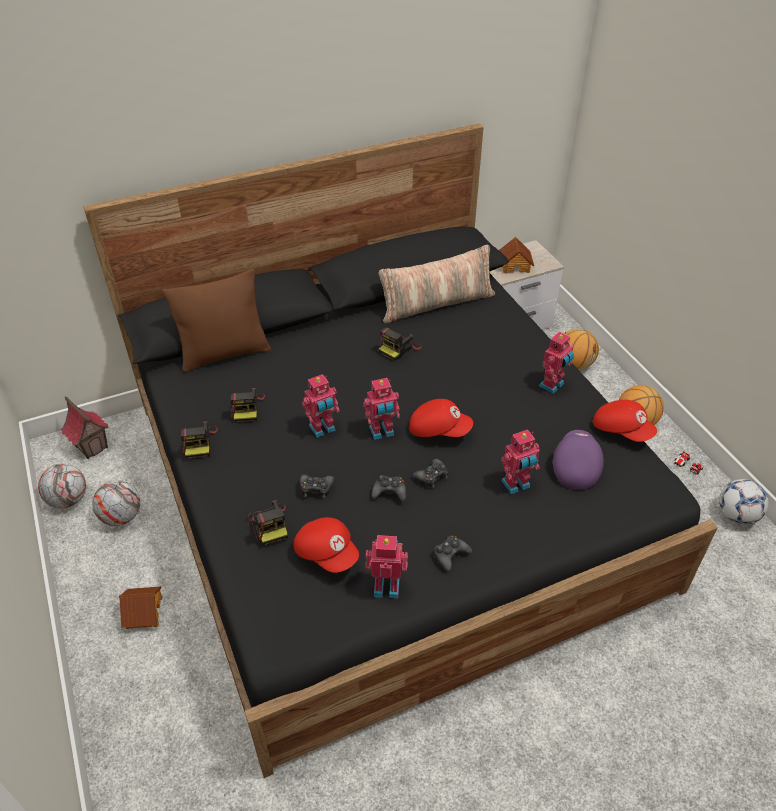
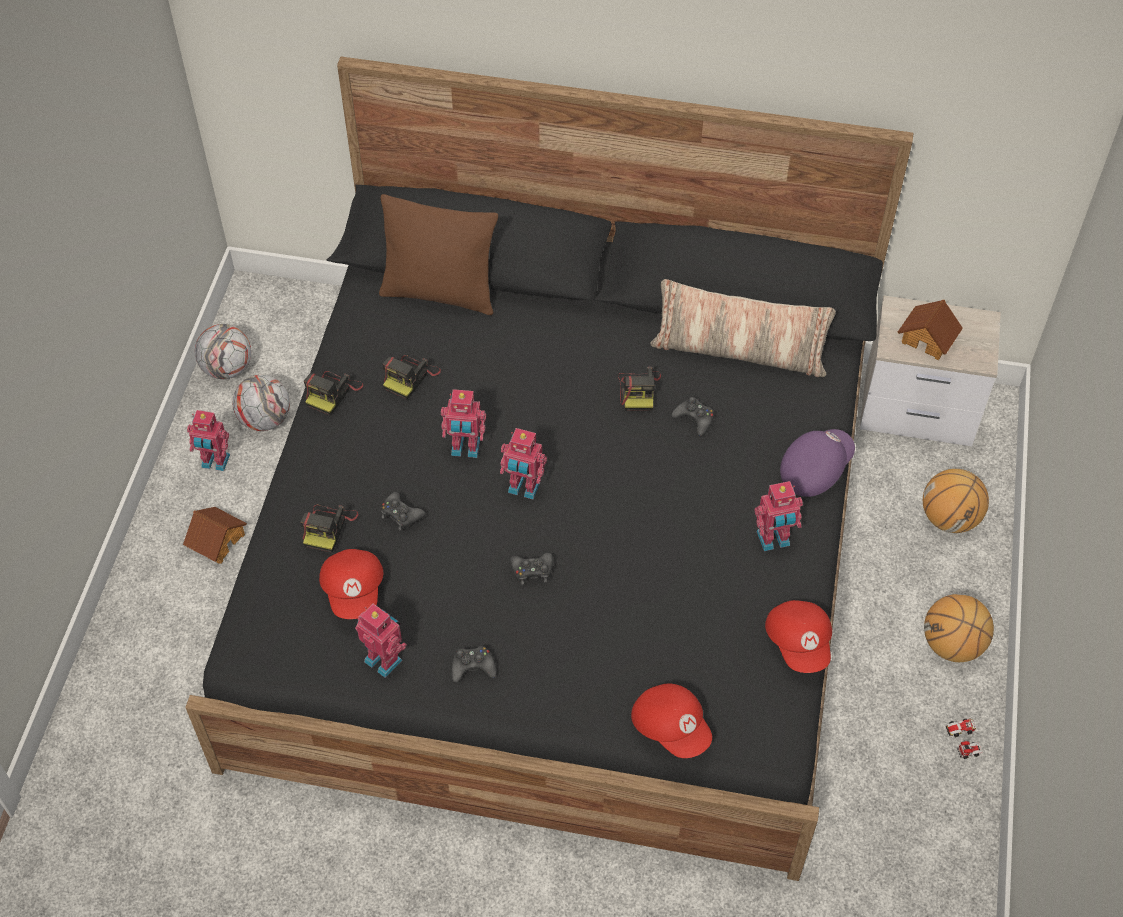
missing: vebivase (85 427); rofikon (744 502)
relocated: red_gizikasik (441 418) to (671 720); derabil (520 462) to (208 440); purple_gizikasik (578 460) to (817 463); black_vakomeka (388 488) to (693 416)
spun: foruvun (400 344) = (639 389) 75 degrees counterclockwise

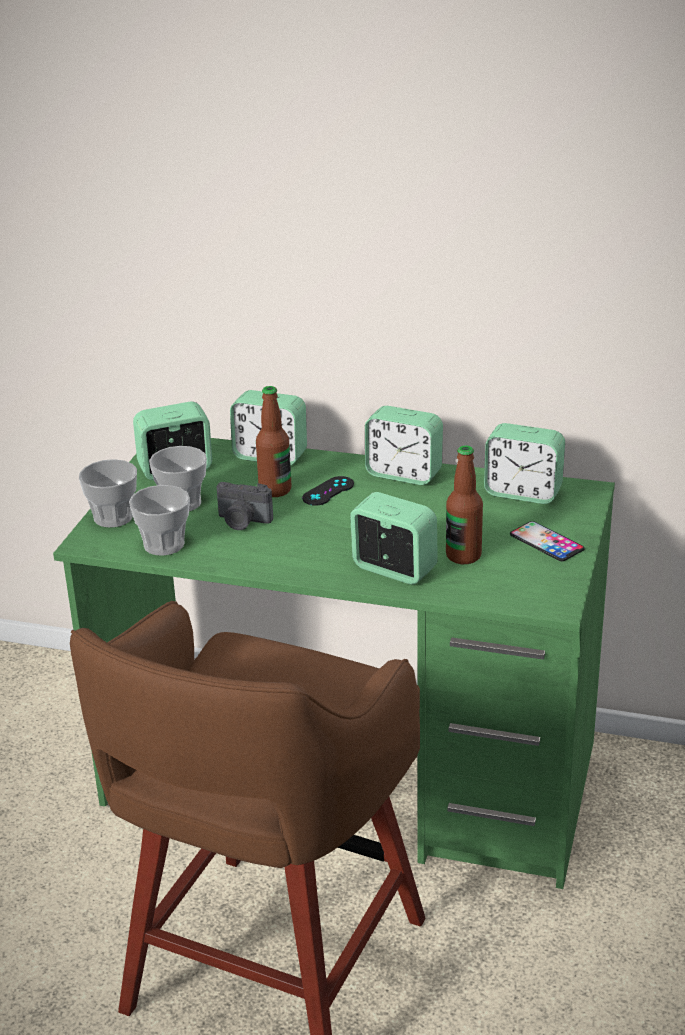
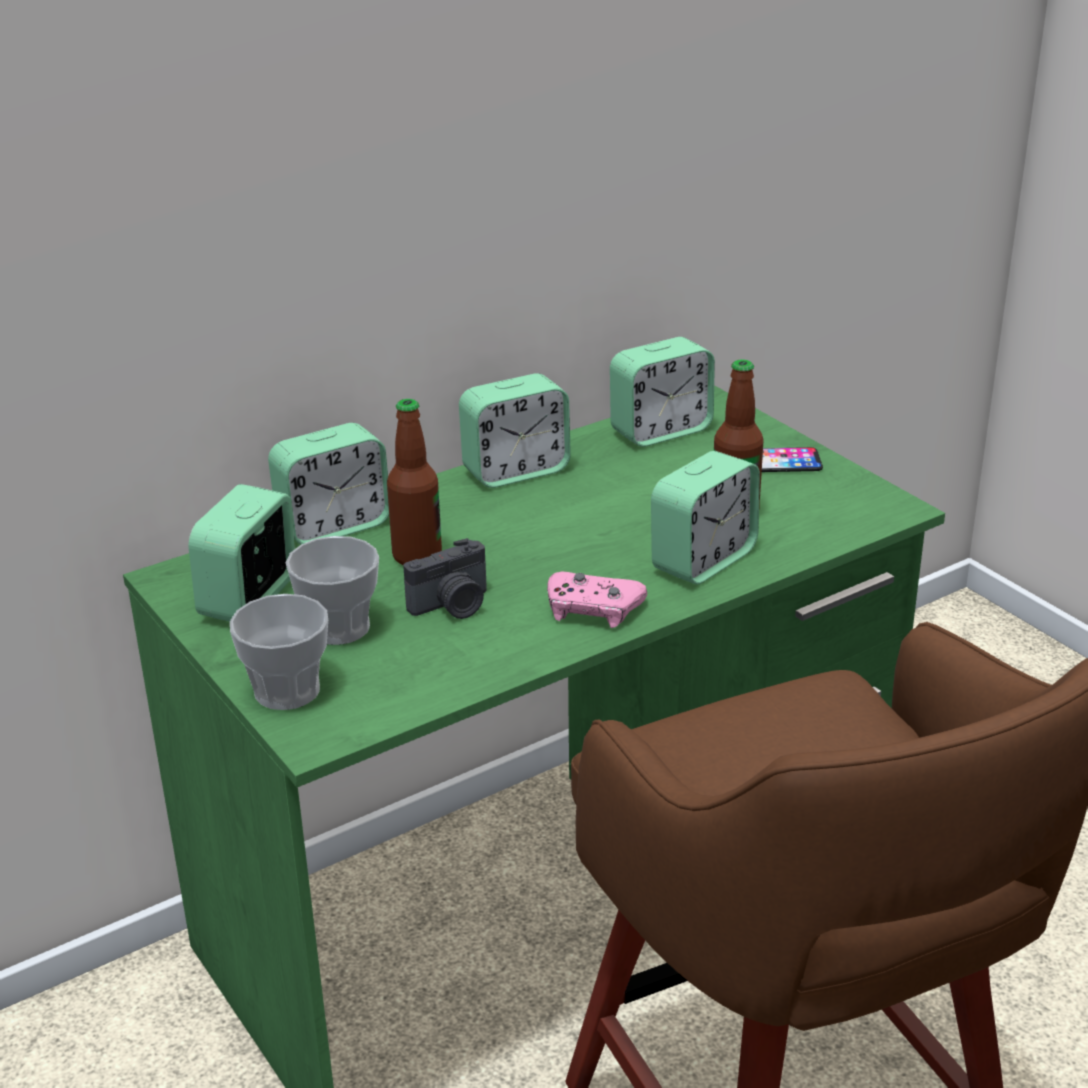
missing: black_vakomeka (328 491); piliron (159 520)
appeared: pink_vakomeka (597 599)
spun: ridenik (394 538) = (705 518) 150 degrees clockwise

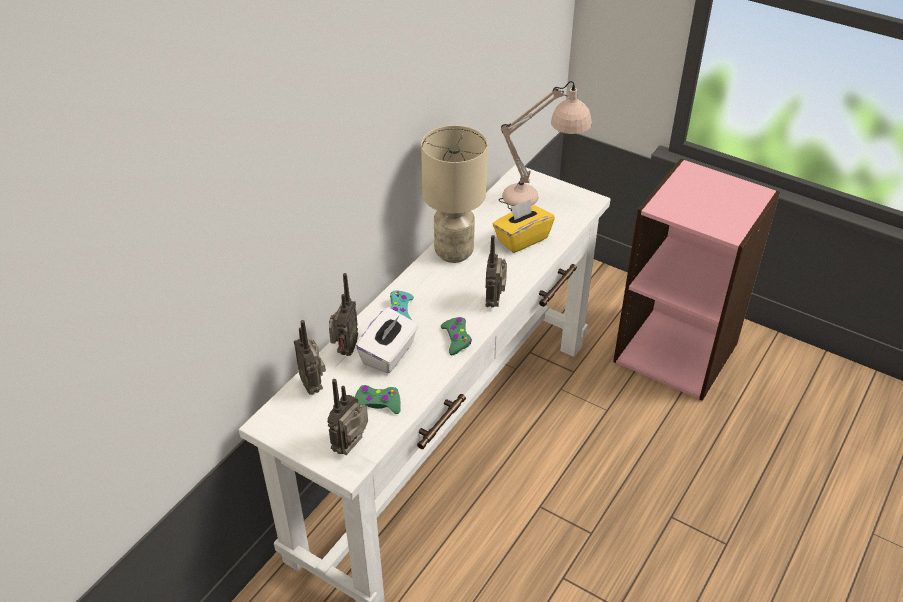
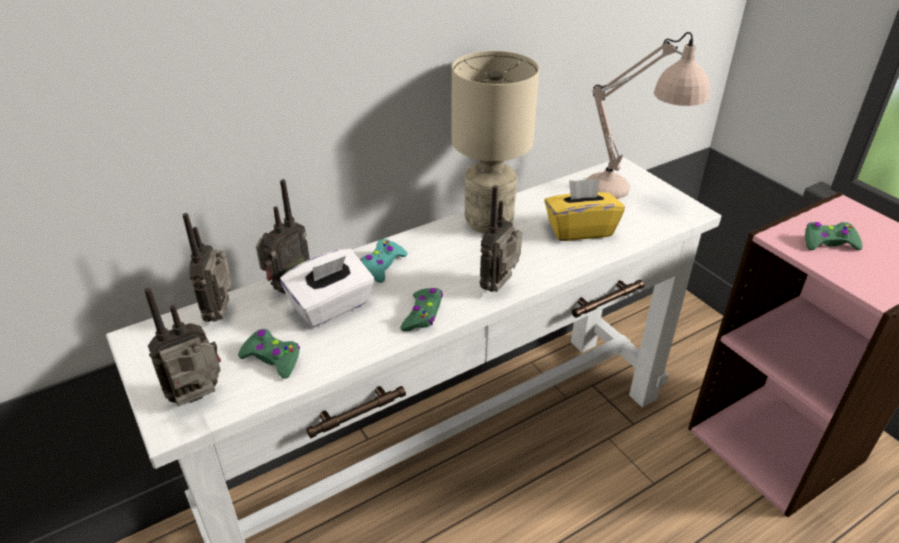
appeared: green_vakomeka (834 236)

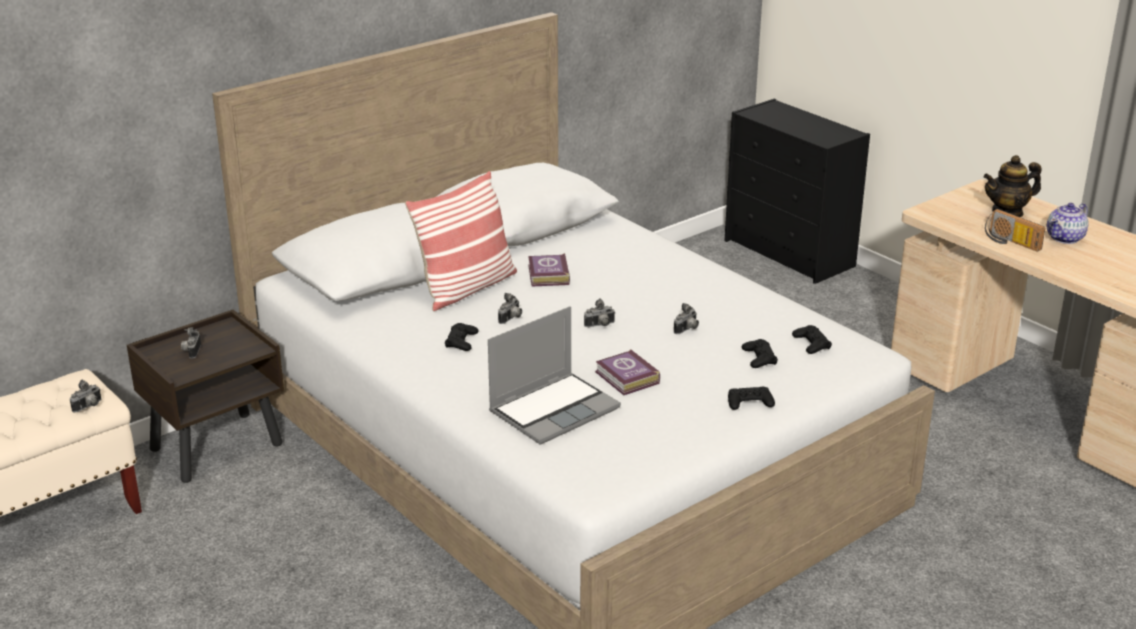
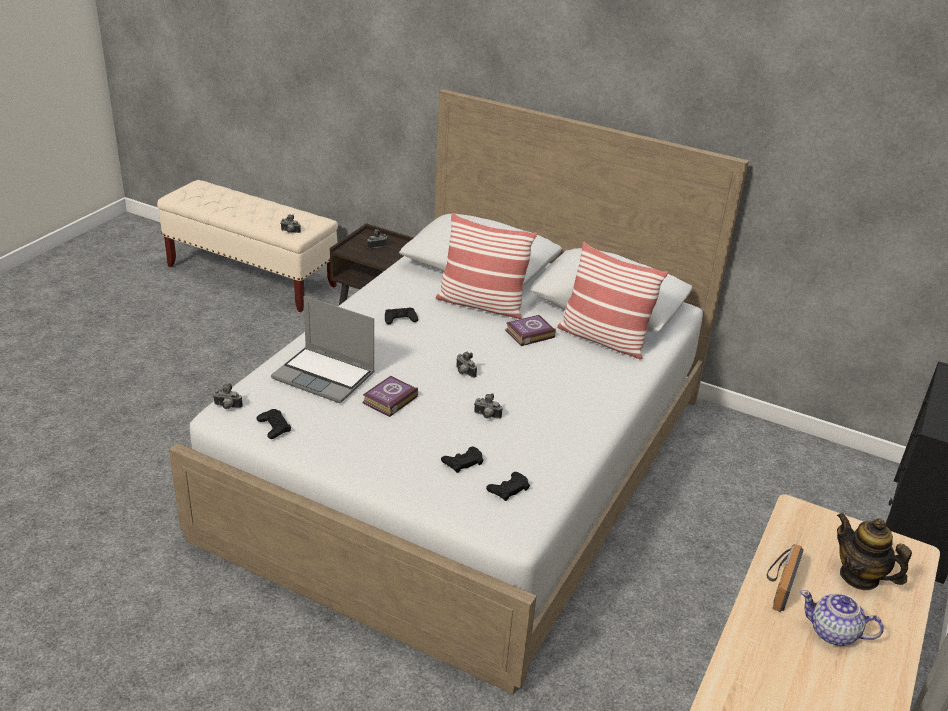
appeared: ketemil (612 301)
relocated: foruvun (510 308) to (228 396); black_vakomeka (751 398) to (273 424)

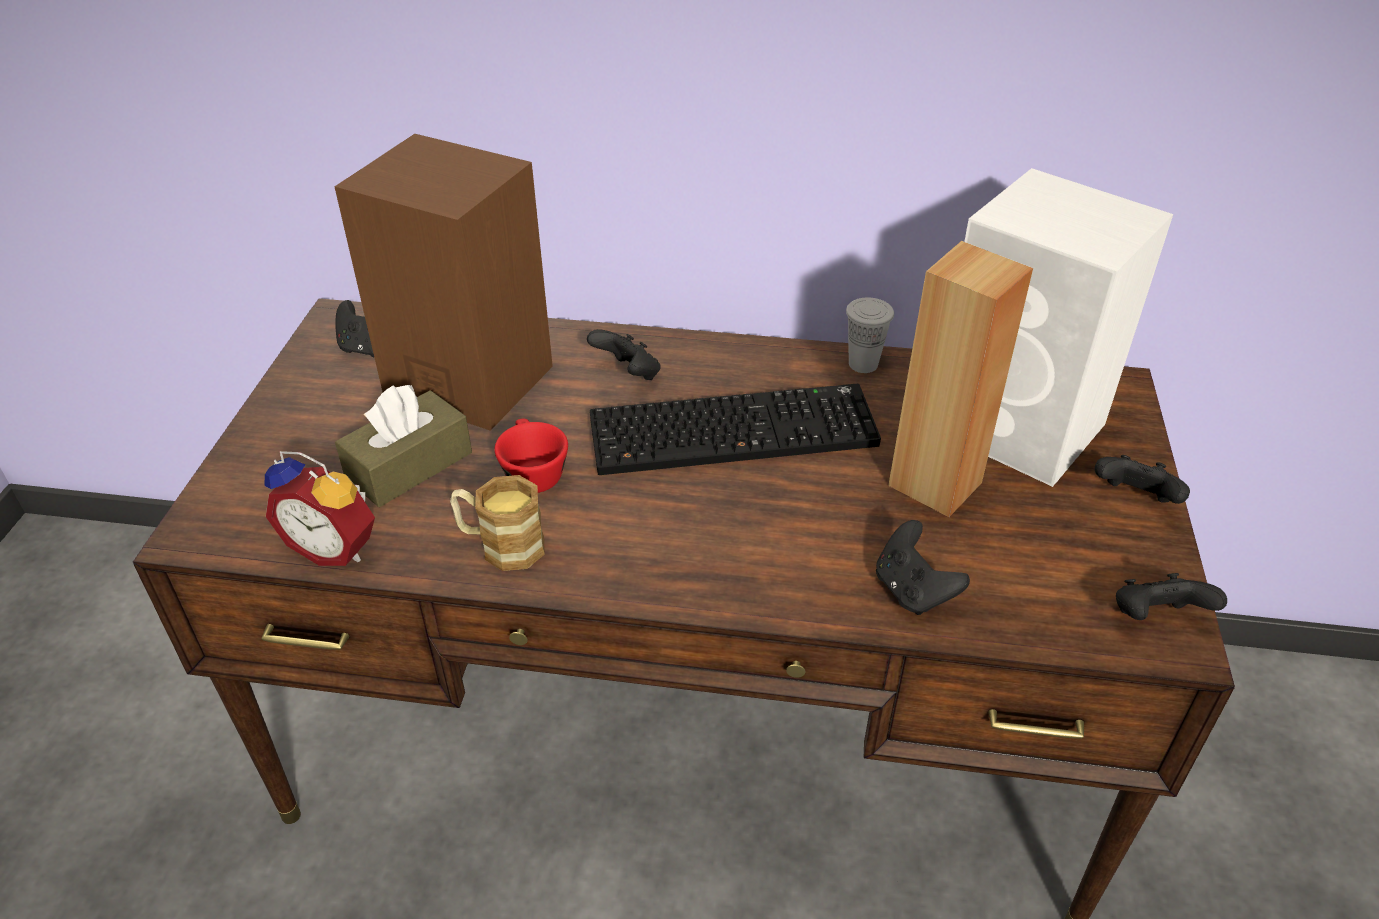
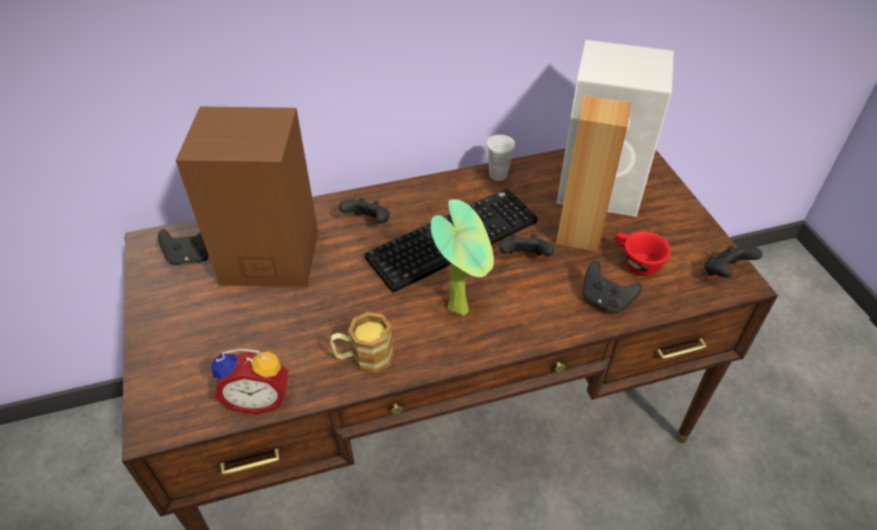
missing: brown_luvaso (403 446)
appeared: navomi (462 258)
relocated: red_piliron (531 456) to (643 253); black_vakomeka (1142 479) to (527 246)

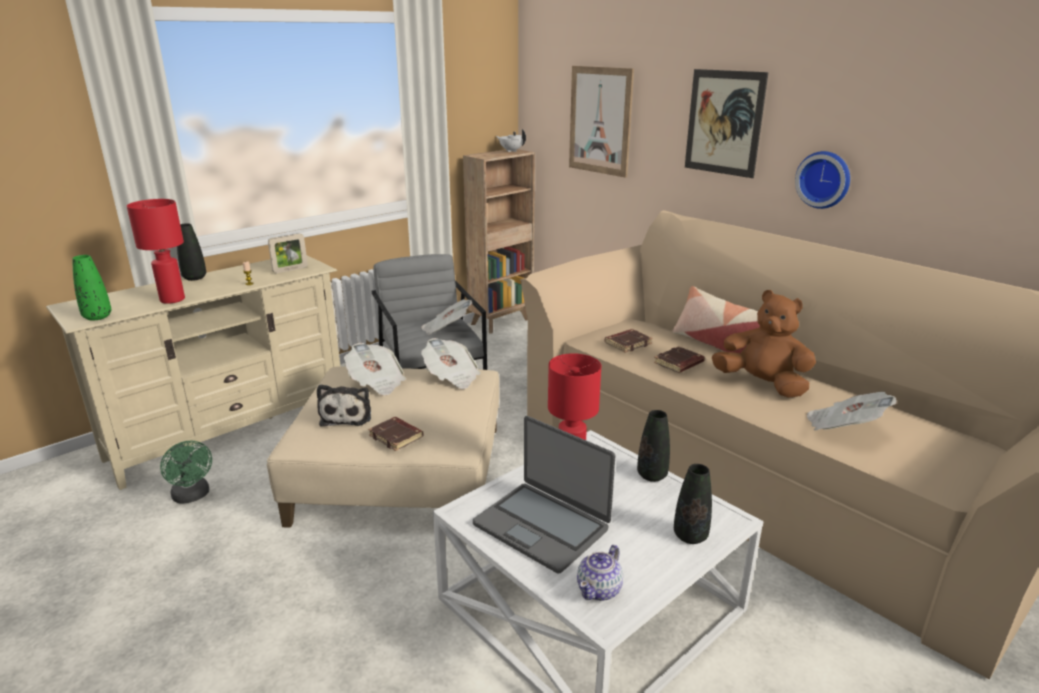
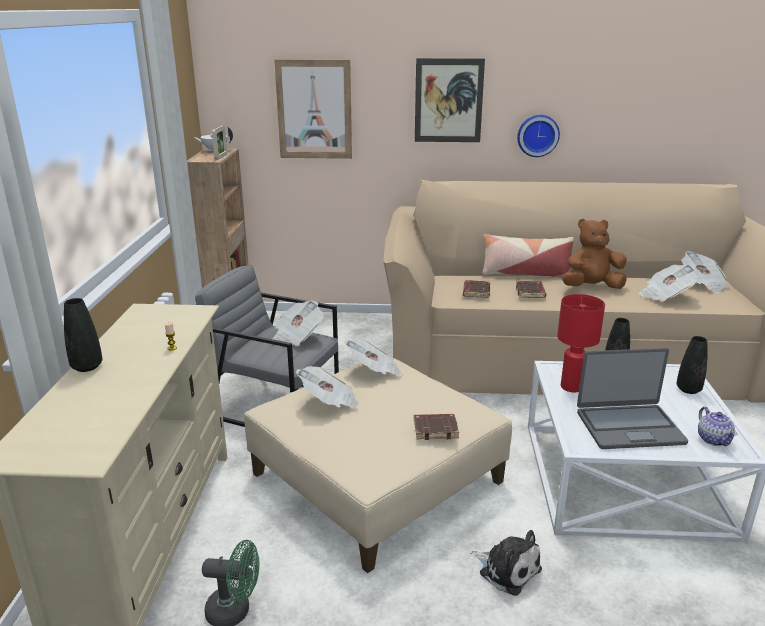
missing: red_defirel (156 251); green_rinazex (92 288)
appeared: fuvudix (705 272)
relocated: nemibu (288 253) to (219 143); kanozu (344 405) to (506 563)

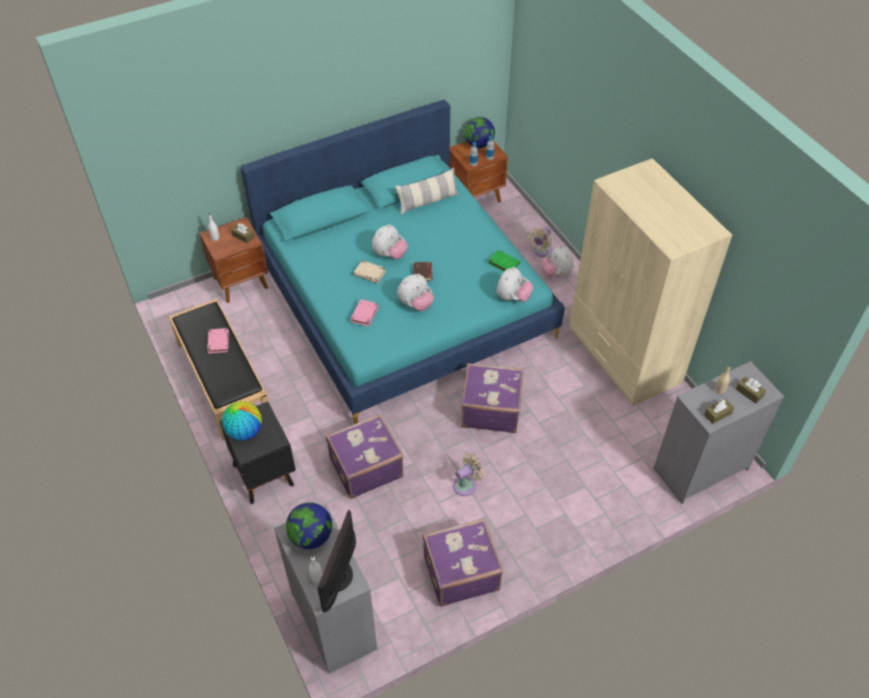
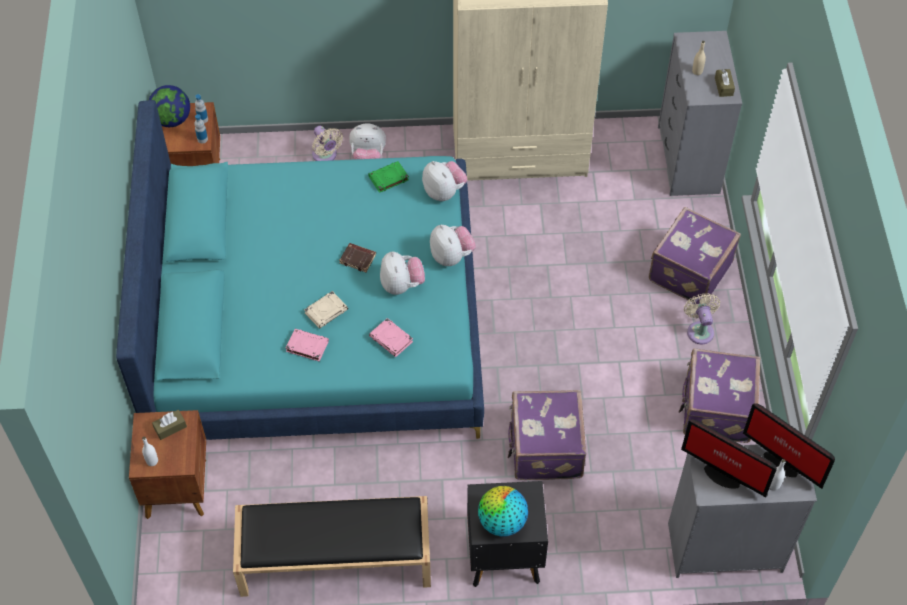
missing: ketemil (427 190); brown_luvaso (751 390)
relocated: kanozu (390 241) to (453 245); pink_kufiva (218 341) to (307 345); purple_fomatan (492 398) to (695 254); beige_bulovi (469 474) to (702 319)
exchanged: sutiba (309 525) to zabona (729 458)

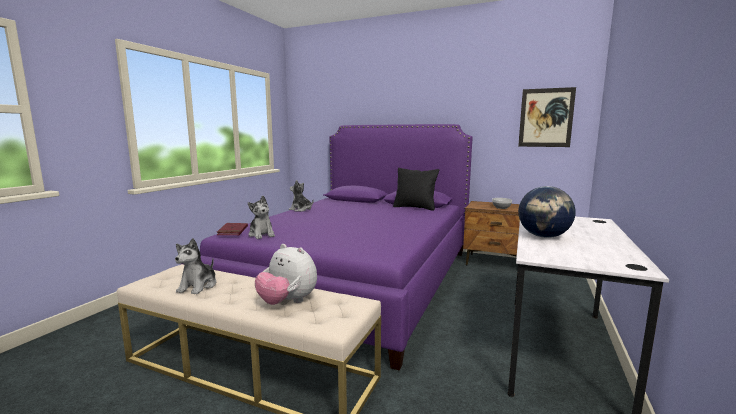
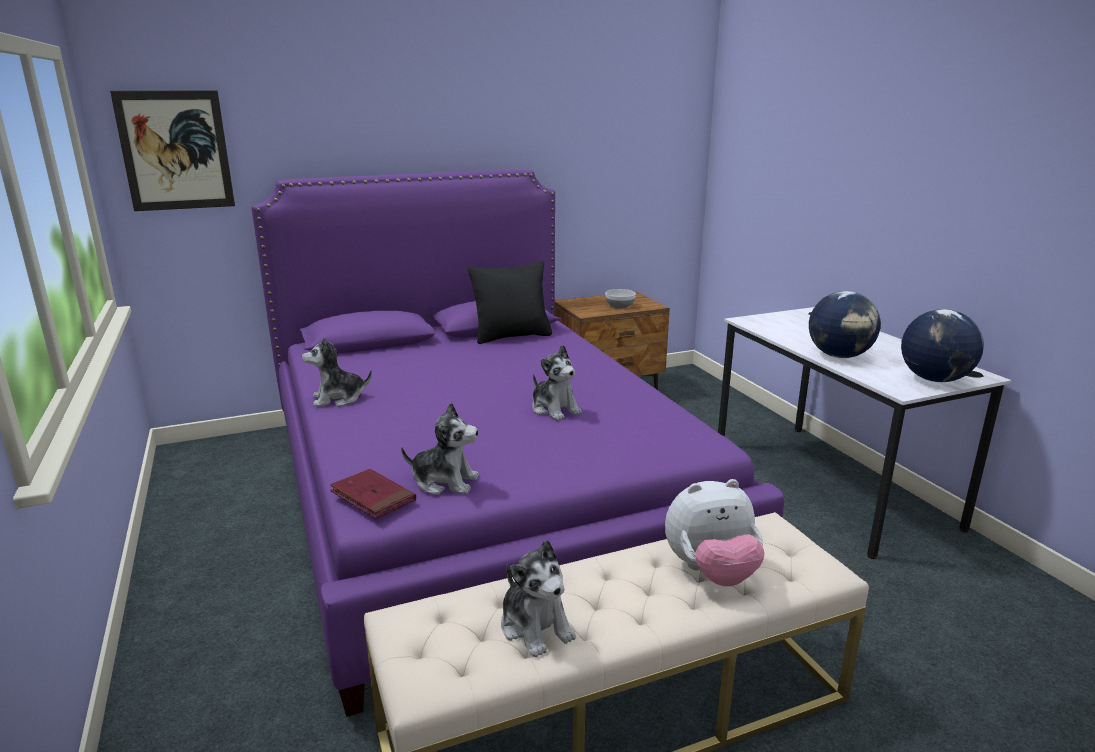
appeared: sutiba (942 345); kanozu (557 383)
relocated: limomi (547 117) to (172 151)

